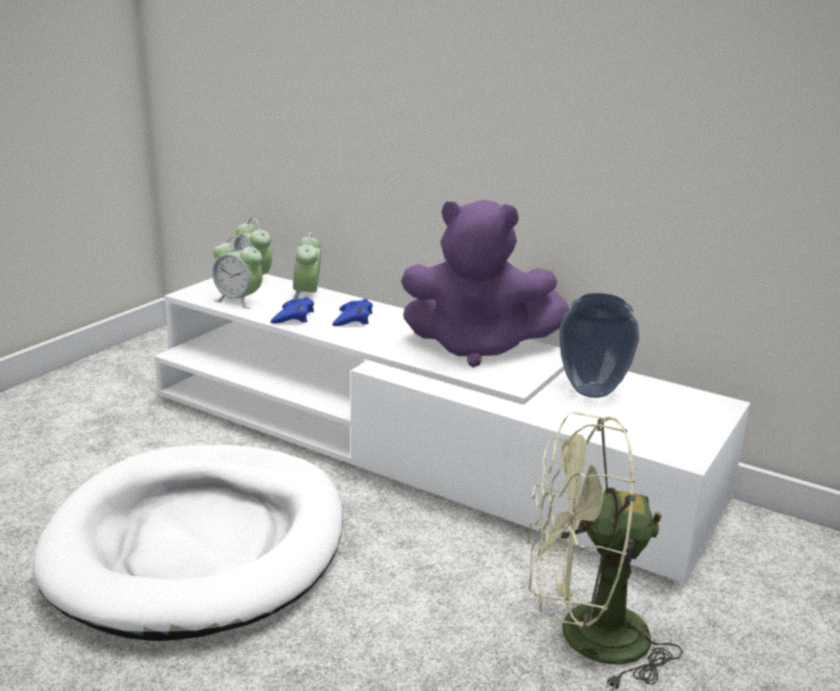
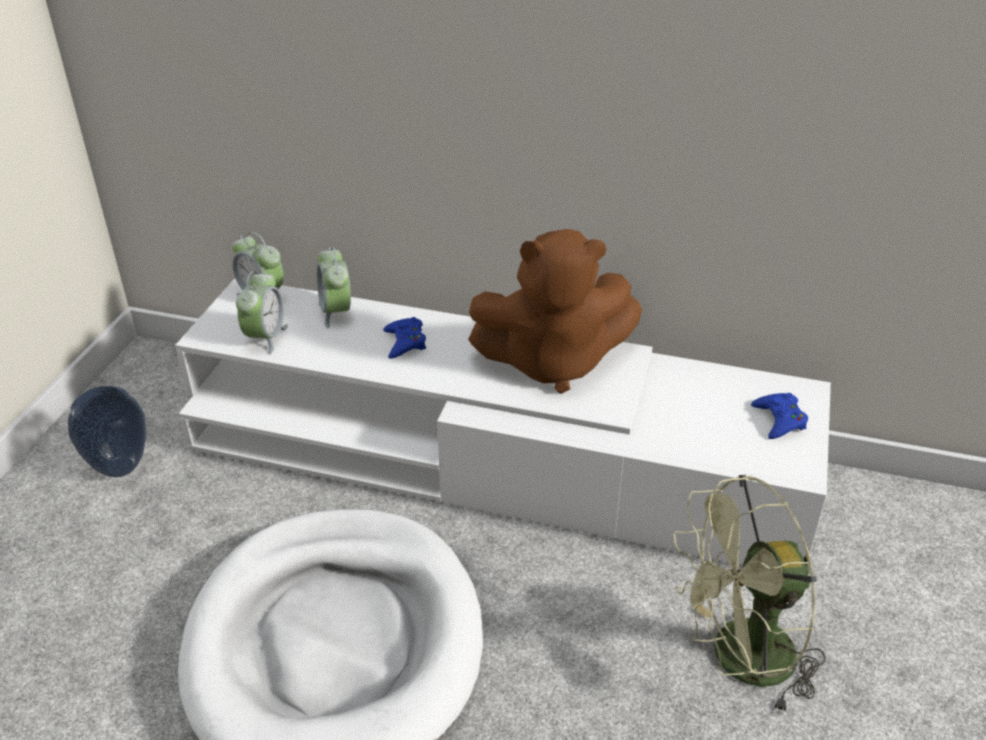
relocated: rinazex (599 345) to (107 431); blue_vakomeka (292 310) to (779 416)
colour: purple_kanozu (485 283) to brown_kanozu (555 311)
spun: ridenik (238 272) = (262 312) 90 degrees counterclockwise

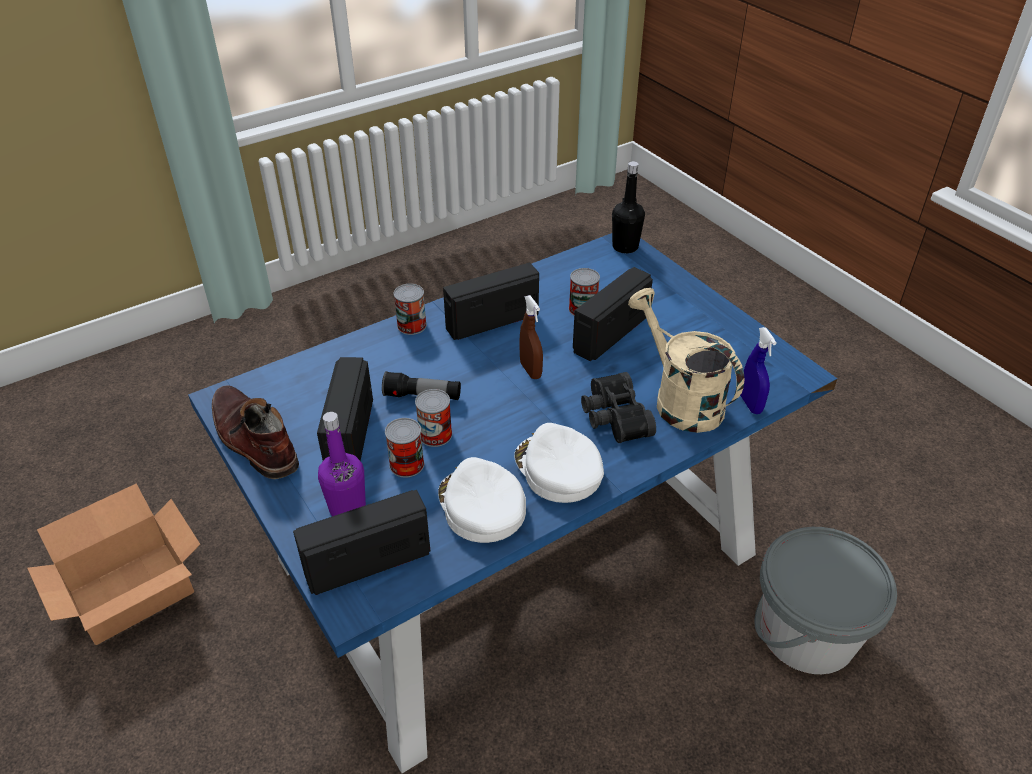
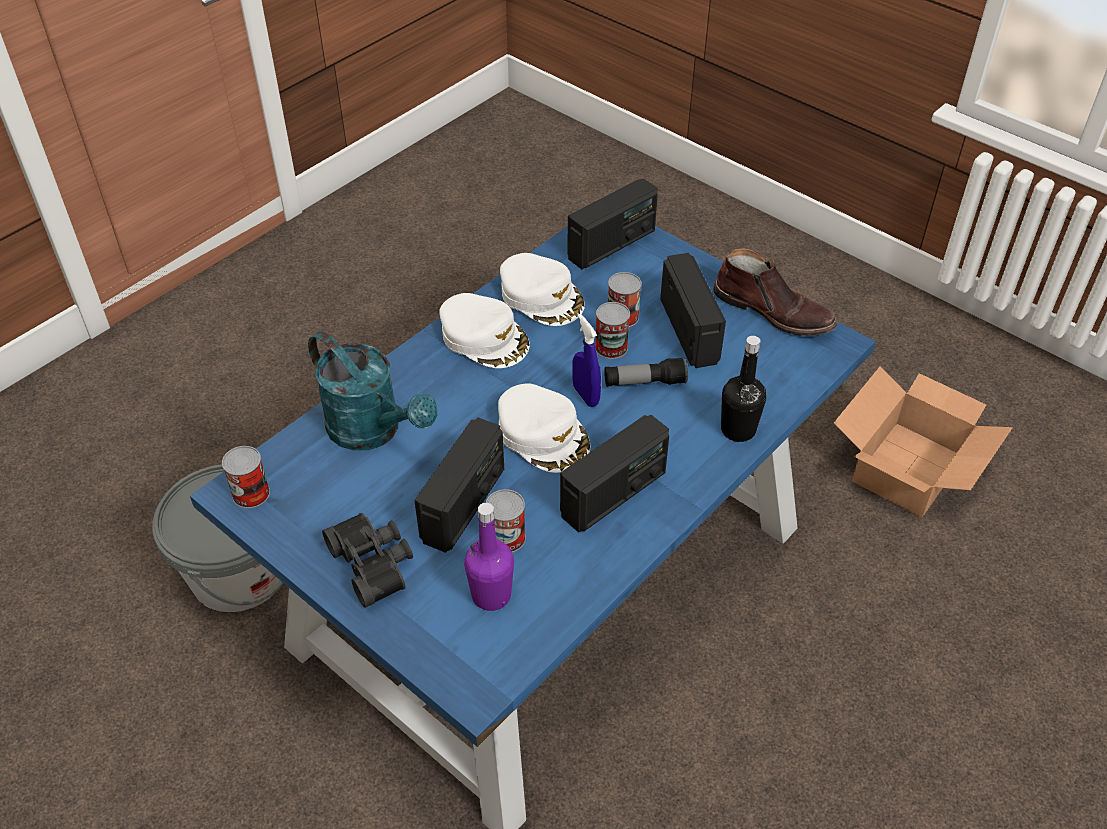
relocated: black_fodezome (628 207) to (743 389); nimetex (410 309) to (246 477); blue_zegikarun (758 370) to (586 360); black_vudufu (618 407) to (367 560); purple_fodezome (342 464) to (489 557)
exchanged: brown_zegikarun (531 337) to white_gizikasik (544 428)
colour: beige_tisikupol (686 360) to turquoise_tisikupol (372 391)

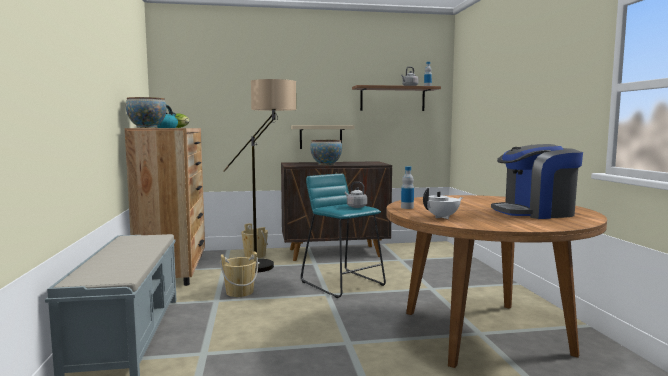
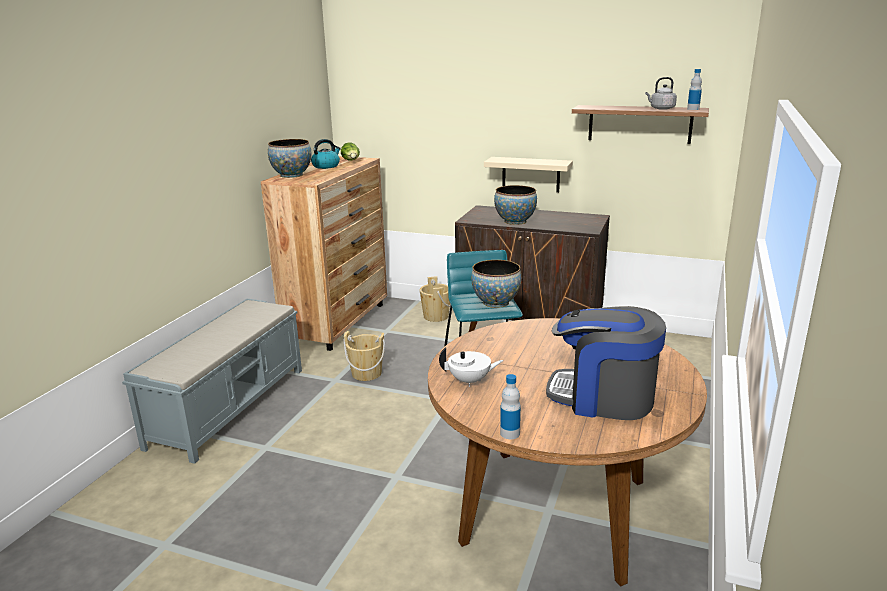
missing: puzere (259 176)
relocated: fodezome (407 187) to (510 406)
exchanged: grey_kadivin (356 195) to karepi (496 284)

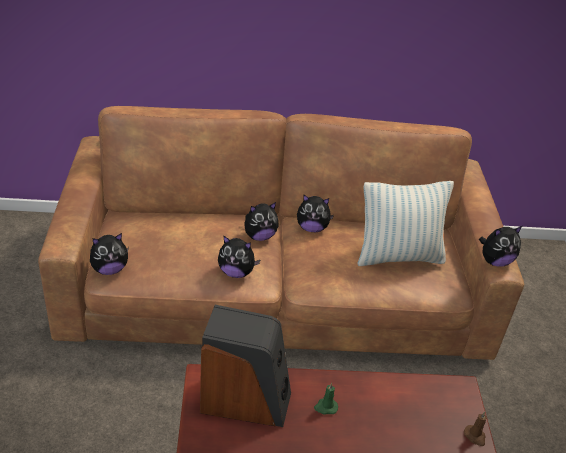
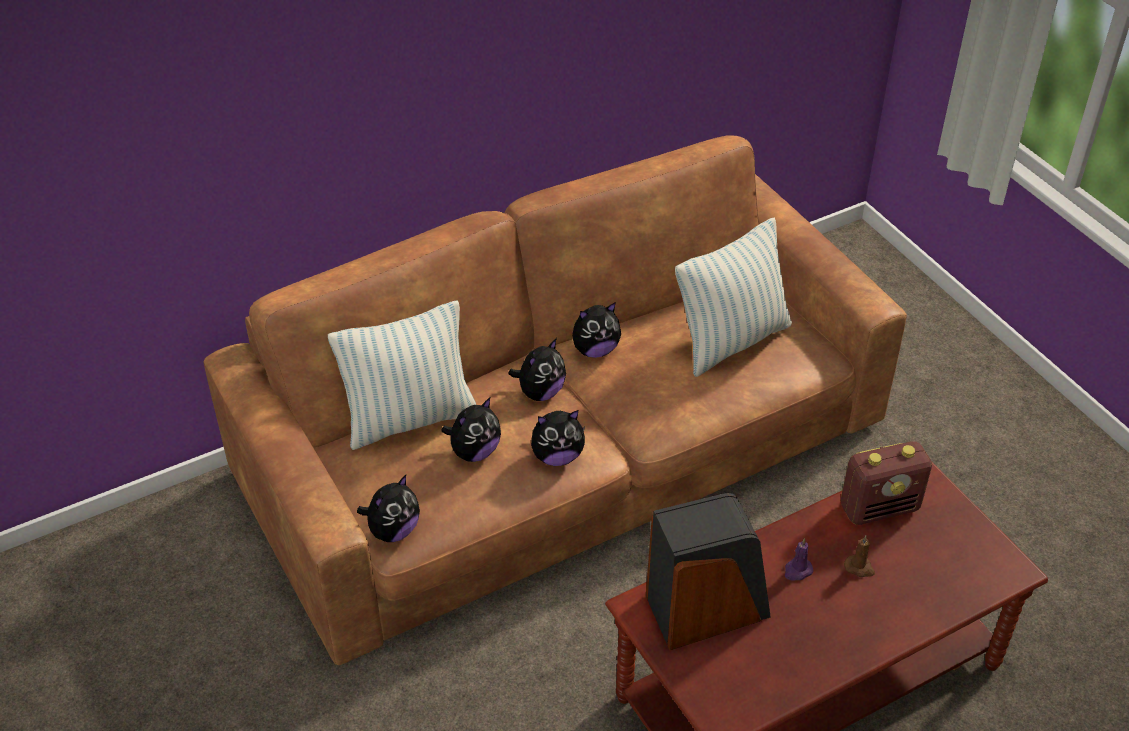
appeared: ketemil (402 375); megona (886 483)
relocated: kanozu (500 246) to (471 429); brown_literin (475 429) to (859 556)
colour: green_literin (326 399) to purple_literin (799 559)

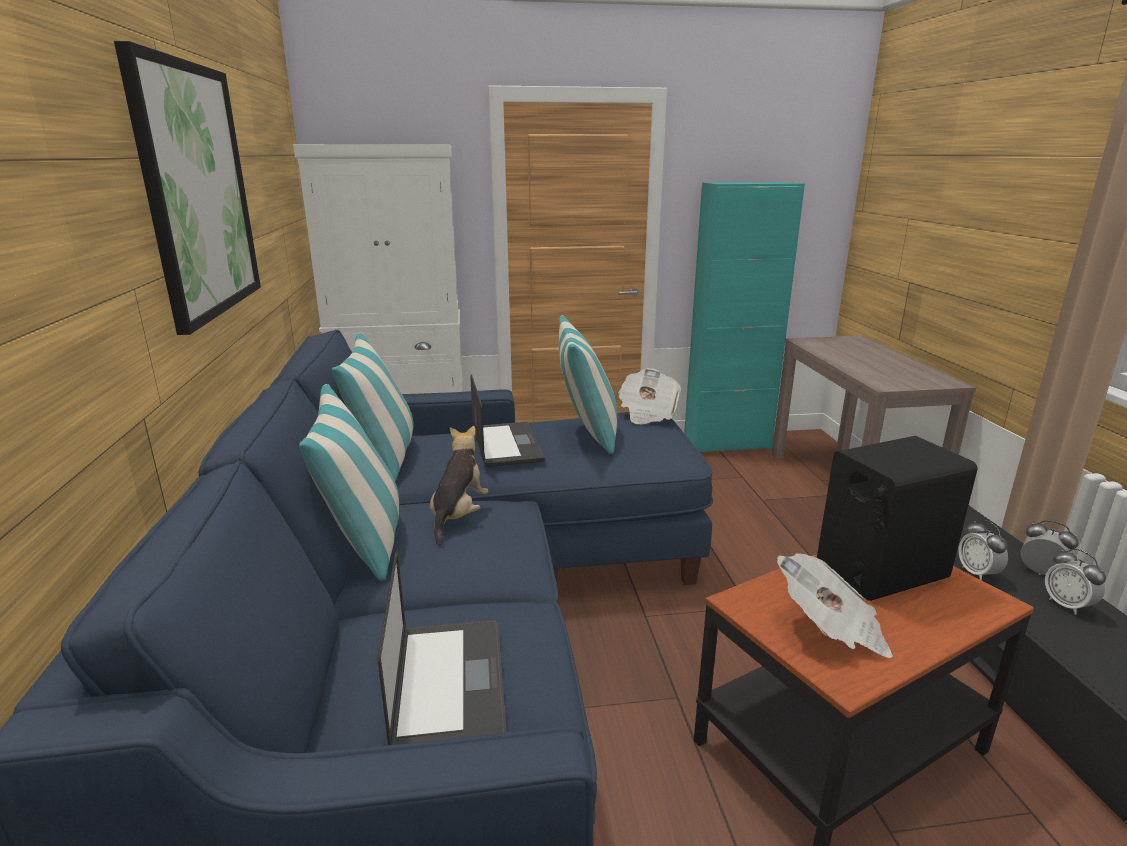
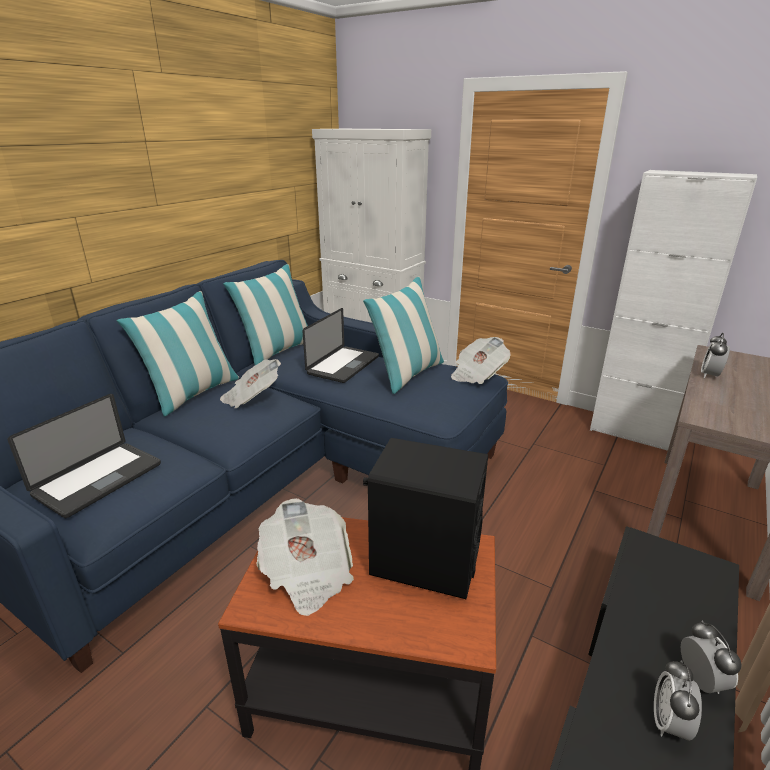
missing: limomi (187 188)
relocated: ridenik (983 550) to (715 355)
exchanged: kanozu (459 486) to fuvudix (250 383)
colour: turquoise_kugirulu (744 317) to white_kugirulu (673 310)

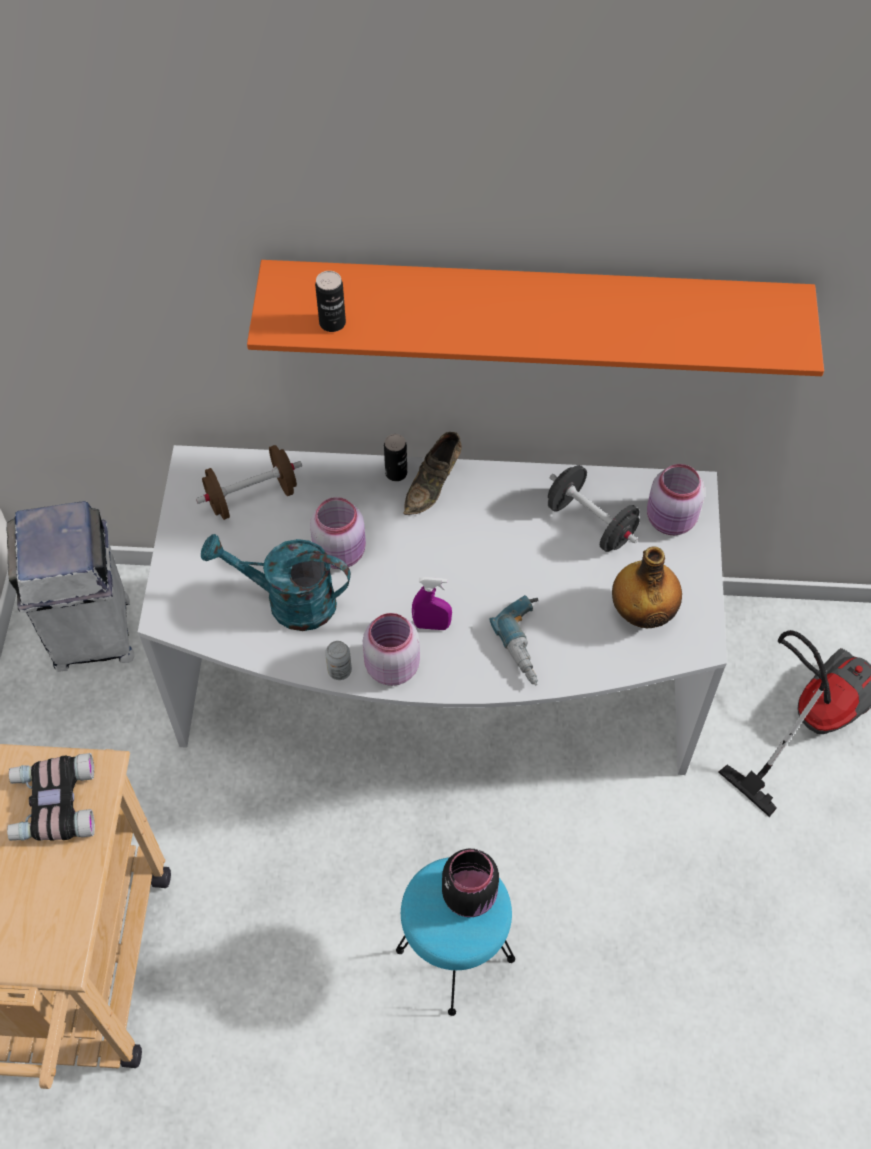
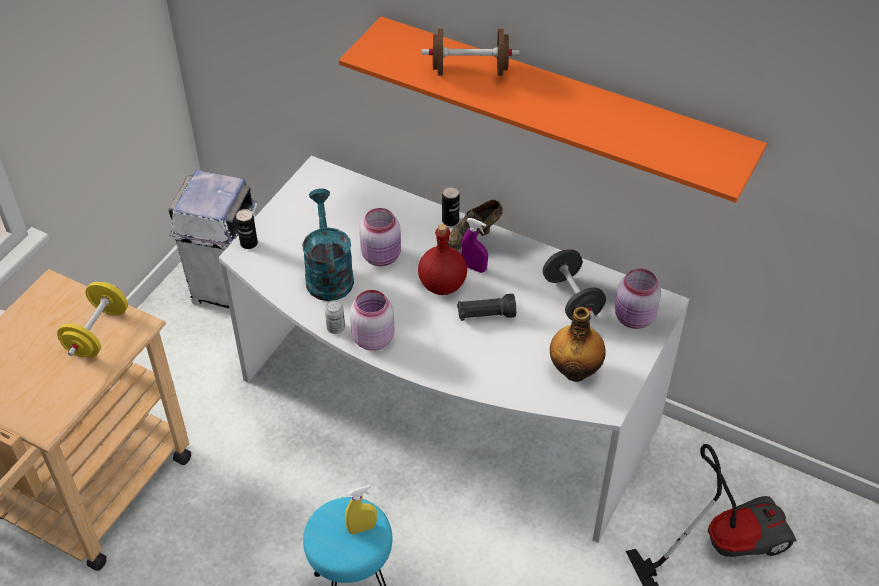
missing: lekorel (513 640)
appeared: red_fodezome (442 259); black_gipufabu (486 307)
relocated: nimetex (330 301) to (247 229); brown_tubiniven (249 482) to (470 52); purple_zegikarun (432 603) to (474 245)
exchanged: vudufu (51 797) to yellow_tubiniven (92 319); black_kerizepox (470 883) to yellow_zegikarun (361 509)
spun: turquoise_tisikupol (276 582) = (328 244) 45 degrees clockwise

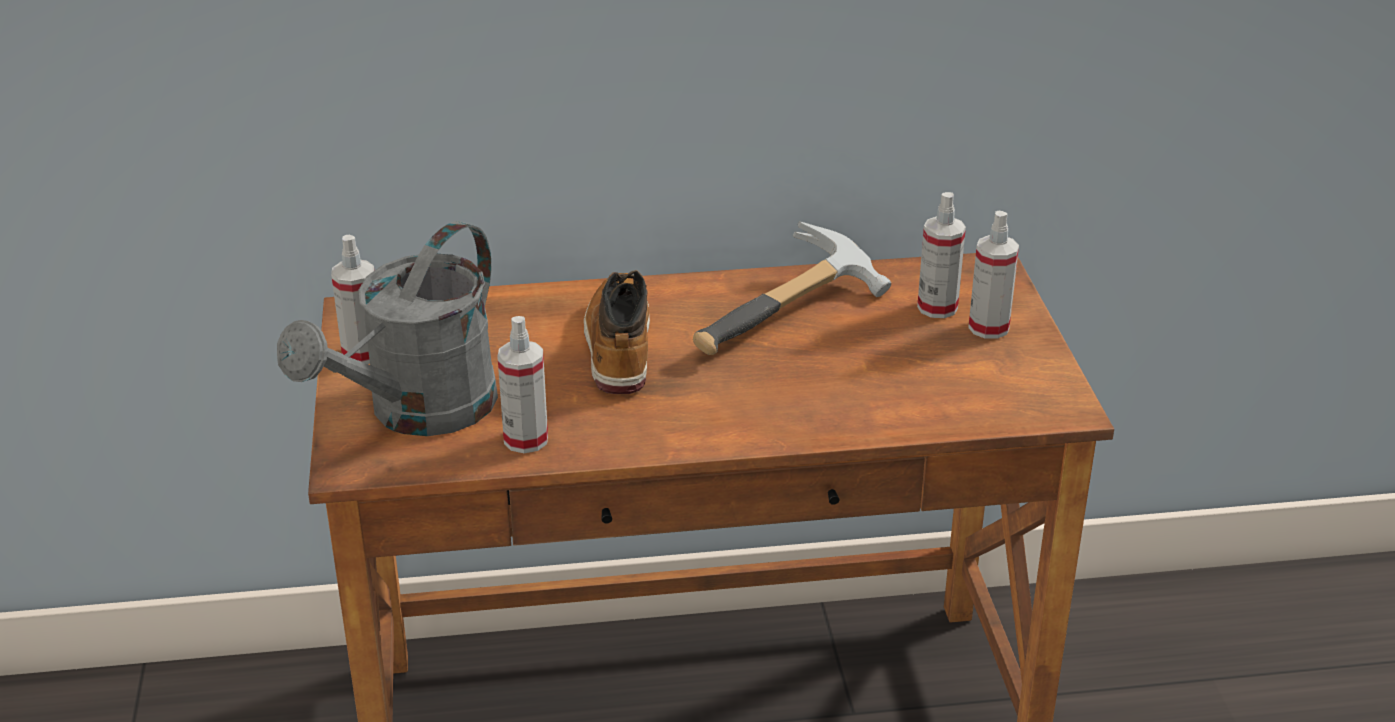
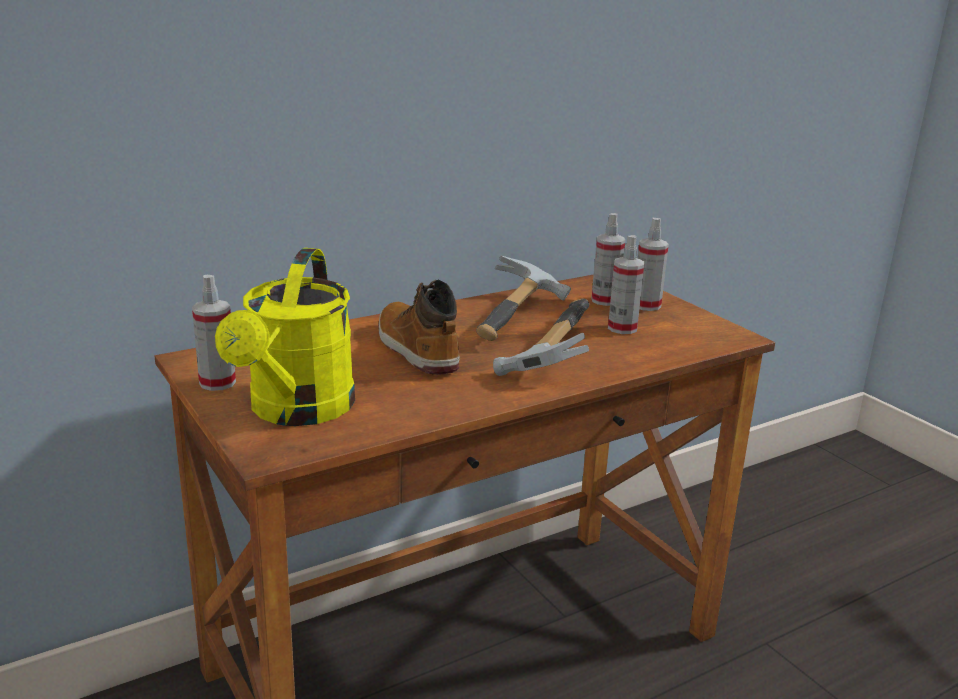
appeared: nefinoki (541 337)
relocated: zegikarun (522 384) to (626 284)
colour: grey_tisikupol (387 328) to yellow_tisikupol (285 337)

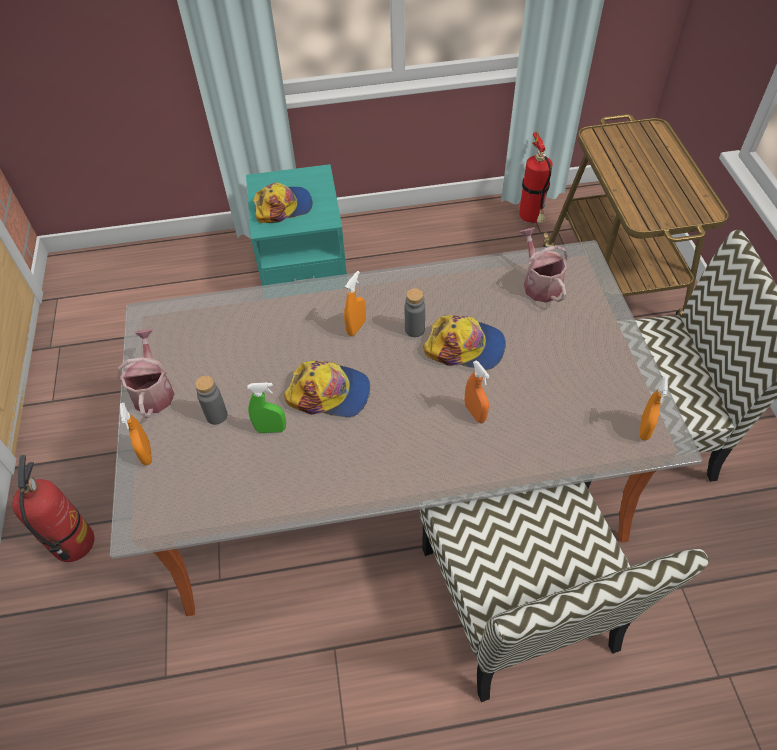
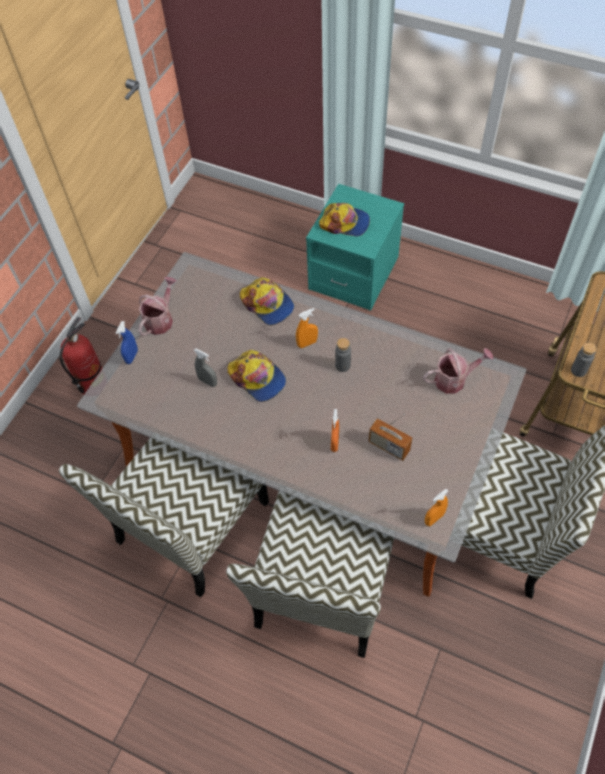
missing: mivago (536 177)
appeared: megona (390 437); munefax (164 518)
relocated: gizikasik (464 342) to (267 301); grey_fodezome (211 399) to (584 359)
colour: green_zegikarun (266 407) to grey_zegikarun (205 367); orange_zegikarun (136 434) to blue_zegikarun (127 342)
spun: tisikupol (544 264) = (458 371) 60 degrees clockwise

